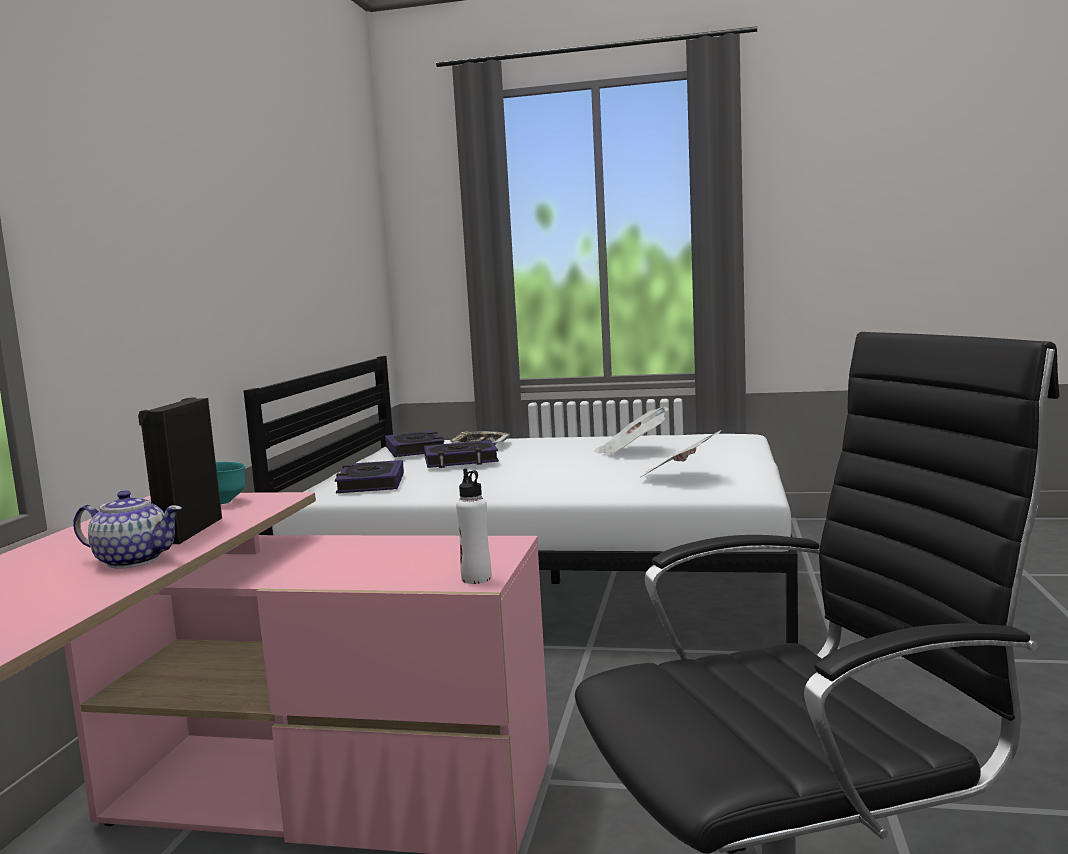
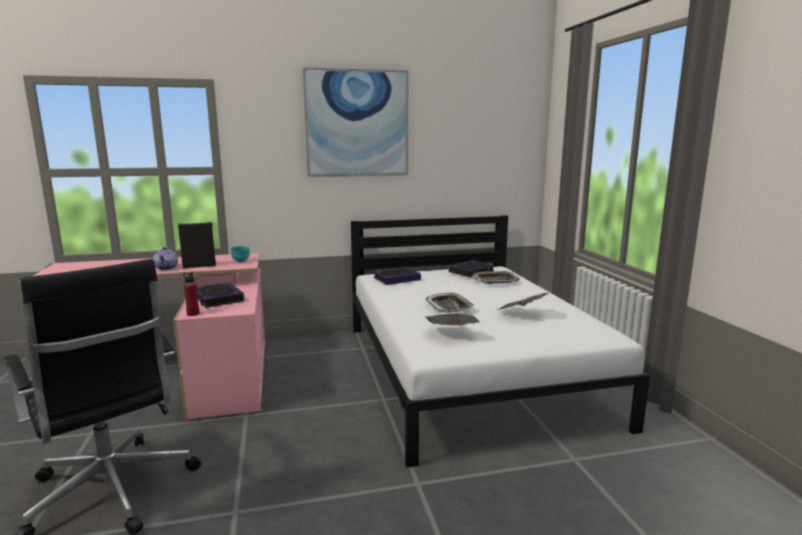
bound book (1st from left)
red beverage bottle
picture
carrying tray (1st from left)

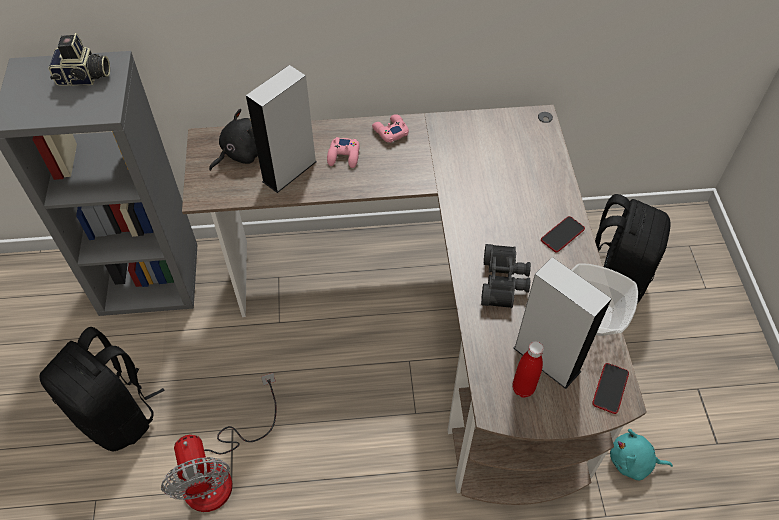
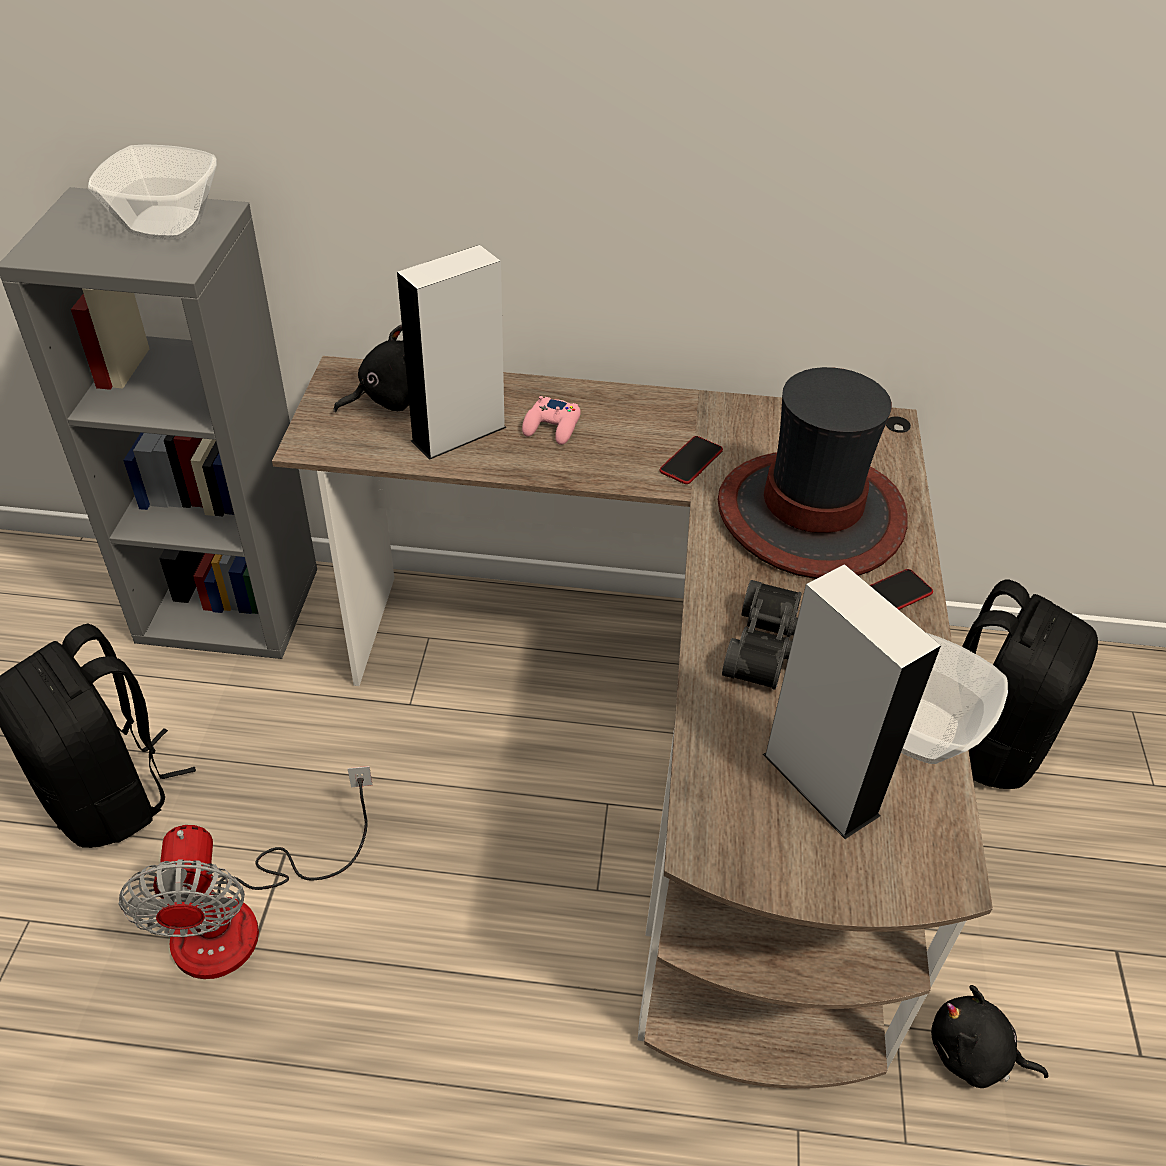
deep dish (1st from left)
pink-coloured gamepad (2nd from left in the first image)
red beverage bottle
phone (1st from left)
black-coloured plush toy (2nd from left)
hat

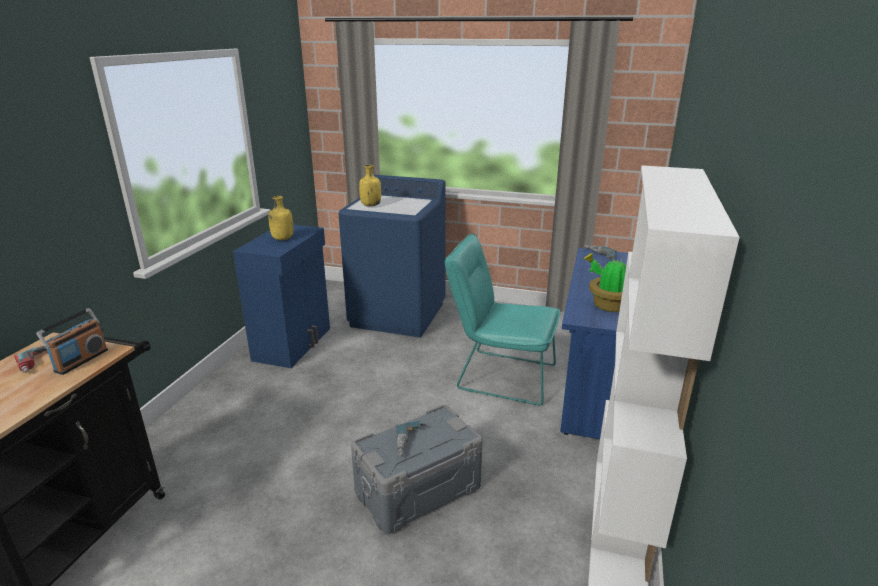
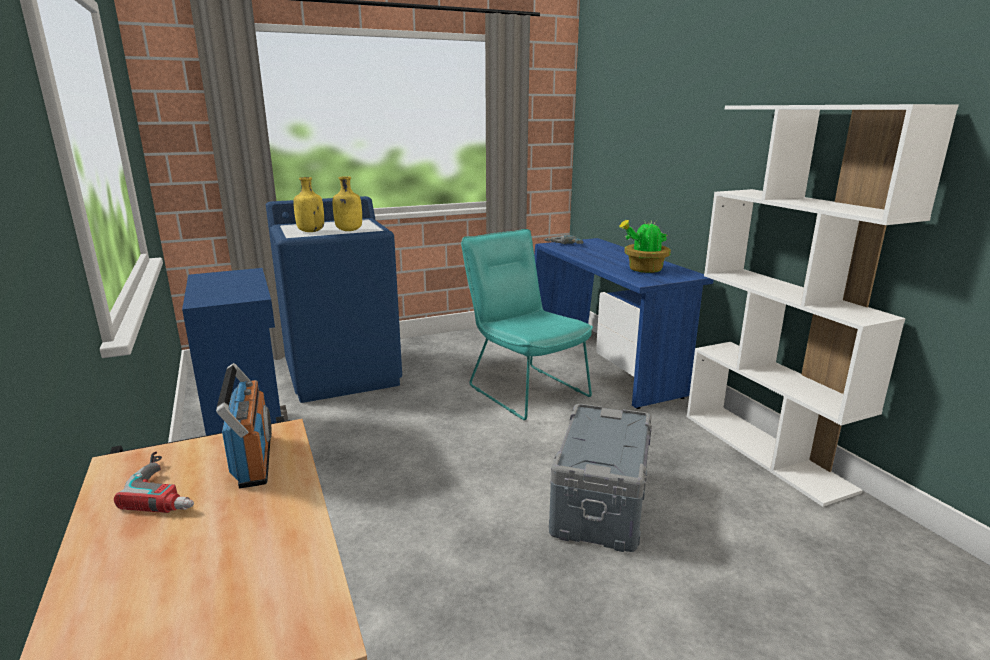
yellow-coloured beverage bottle (2nd from left)
blue-green plain chair
power drill (2nd from left in the first image)

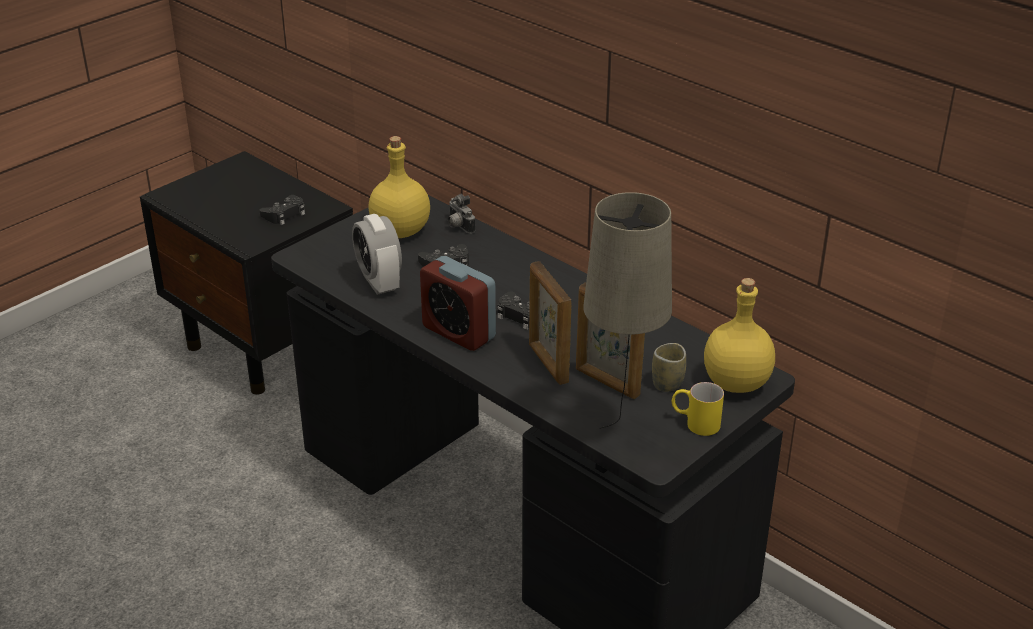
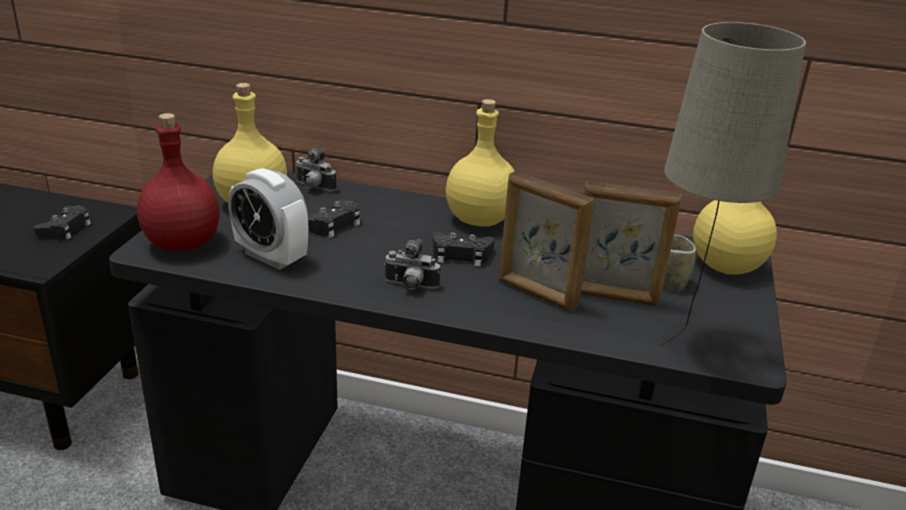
photo camera (2nd from left)
yellow-coloured mug
yellow-coloured beverage bottle (2nd from left)
red beverage bottle

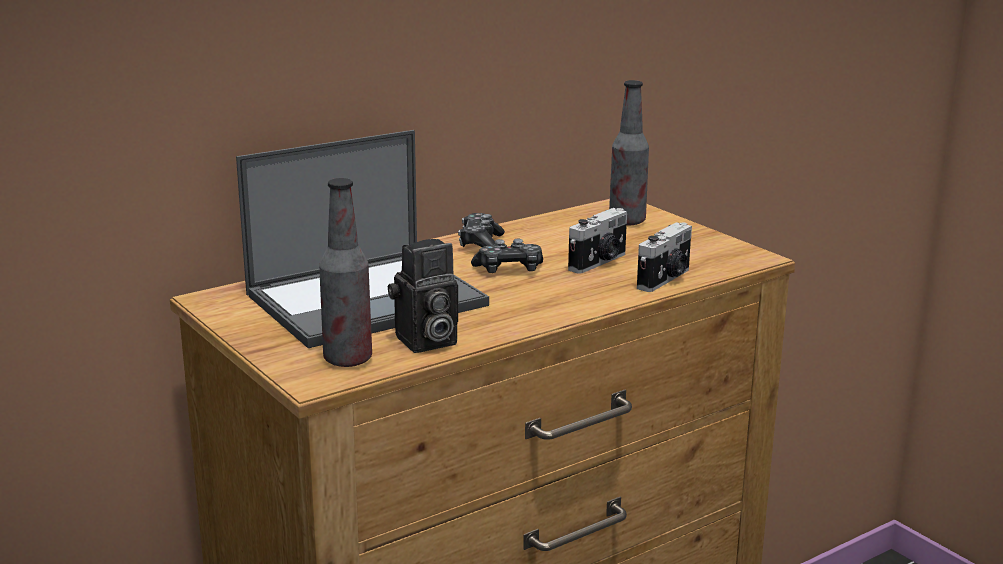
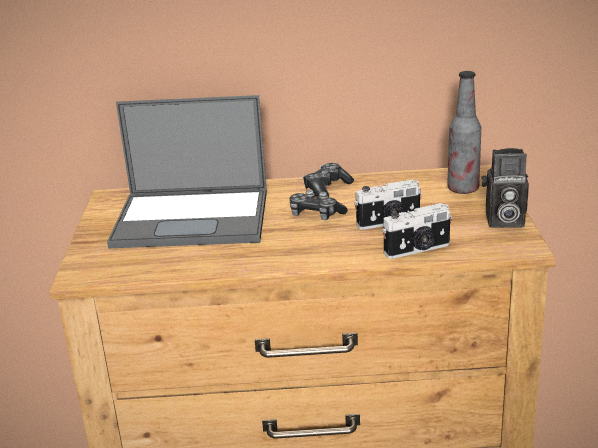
beverage bottle (1st from left in the first image)
photo camera (3rd from left)

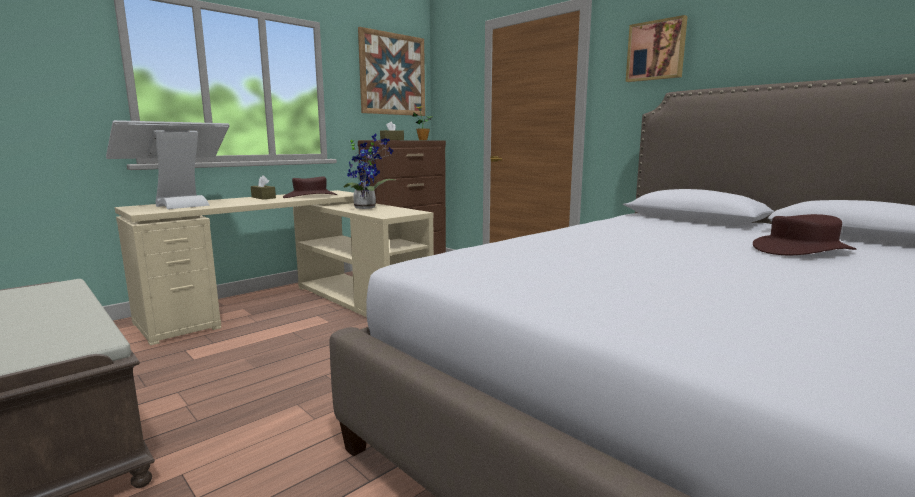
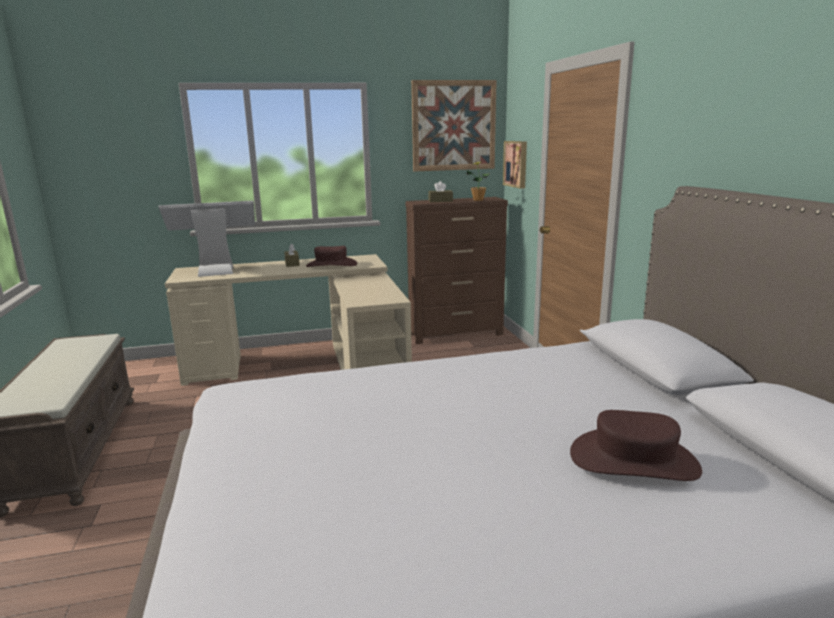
picture (2nd from left)
potted plant (1st from left in the first image)

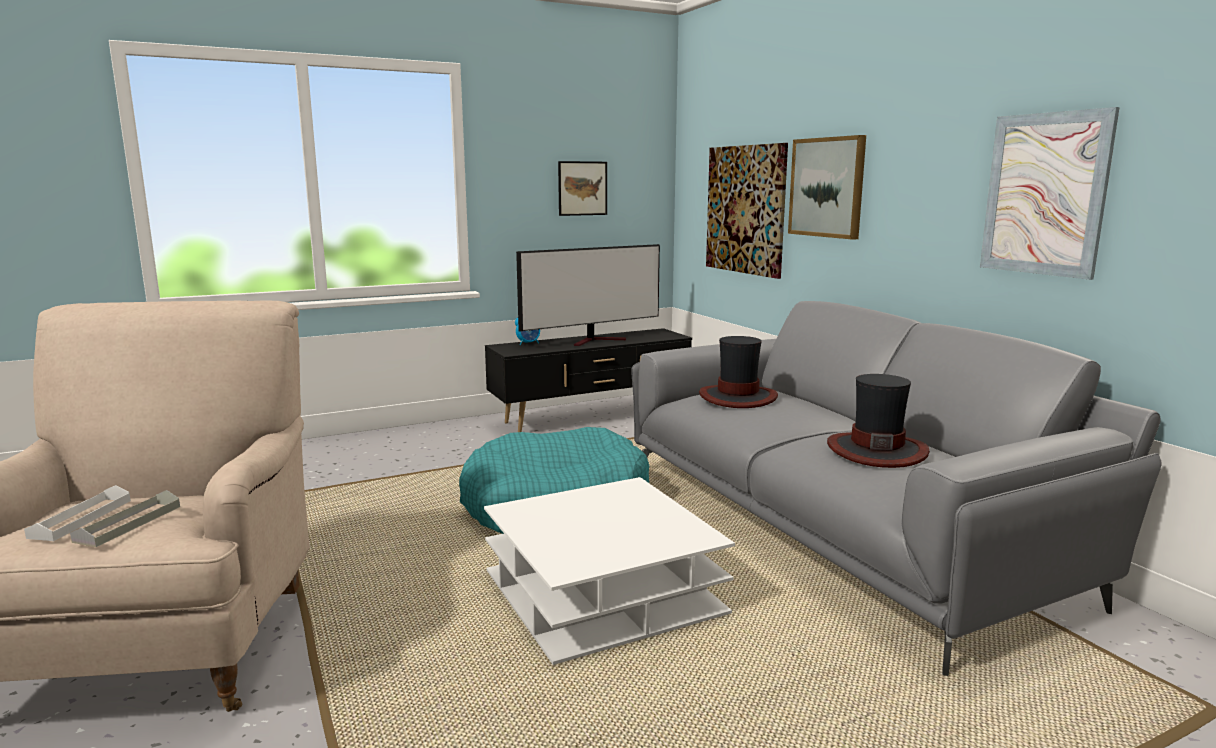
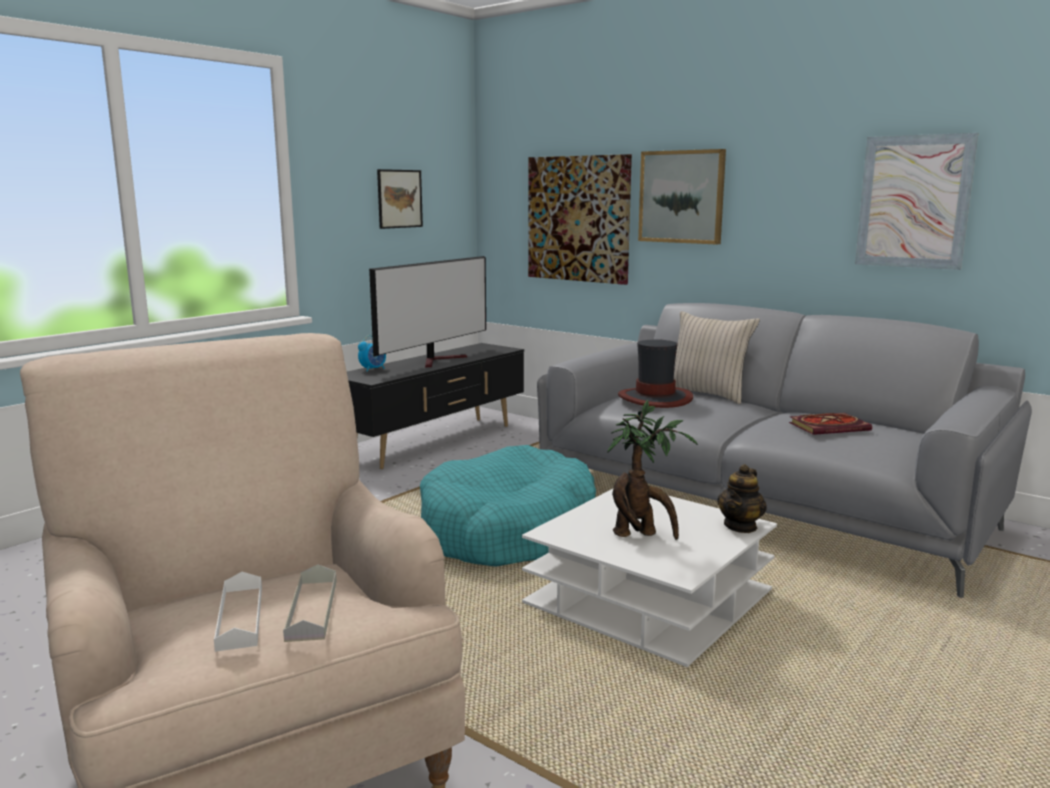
bound book
sand-coloured cushion
potted plant
tea pot

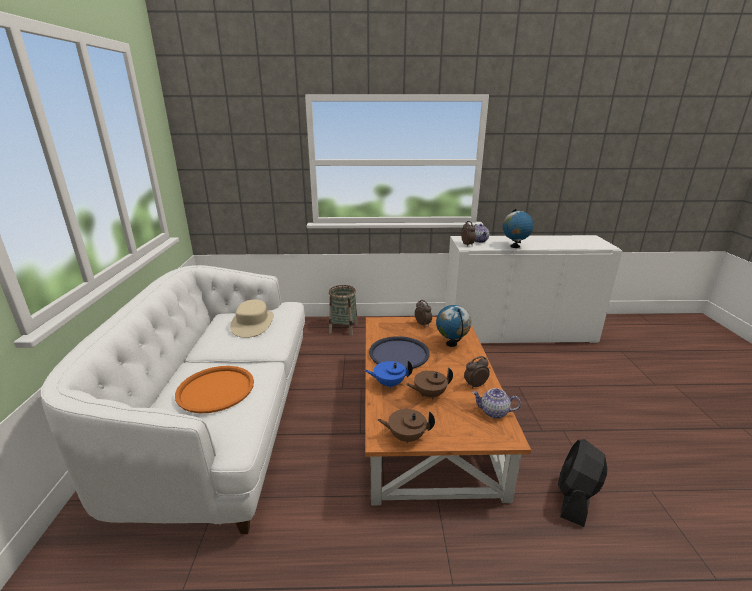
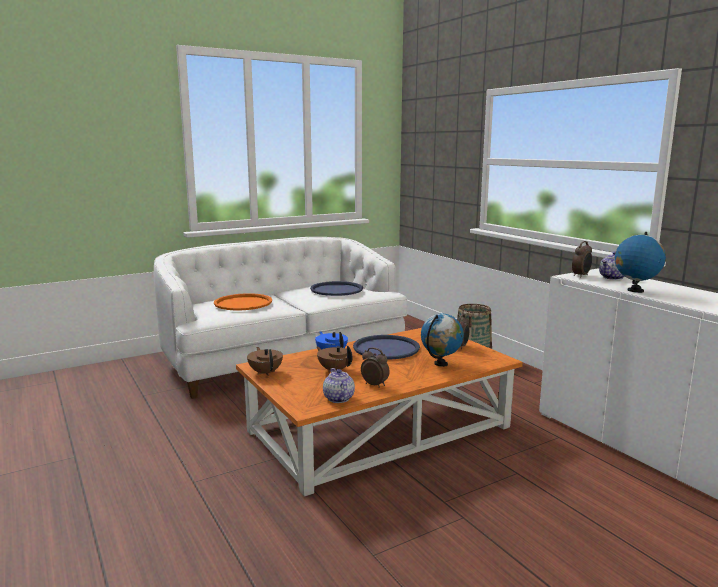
blue carrying tray (1st from left)
black-coloured electric fan

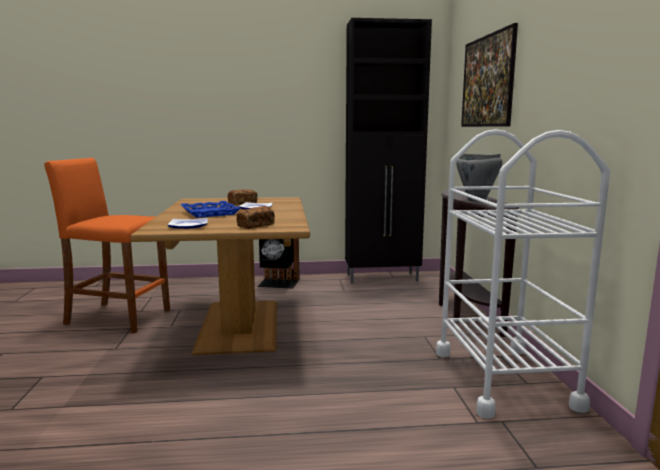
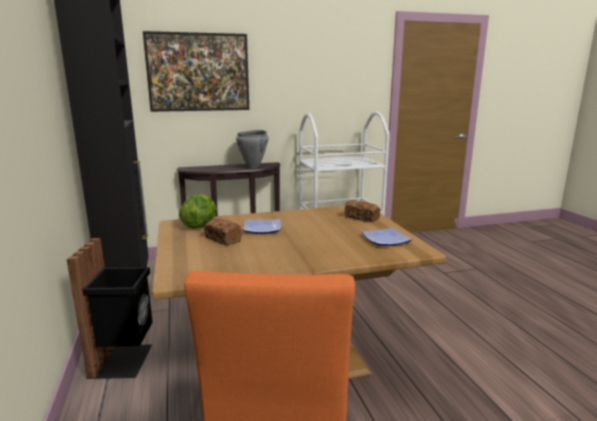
blue carrying tray
head of lettuce

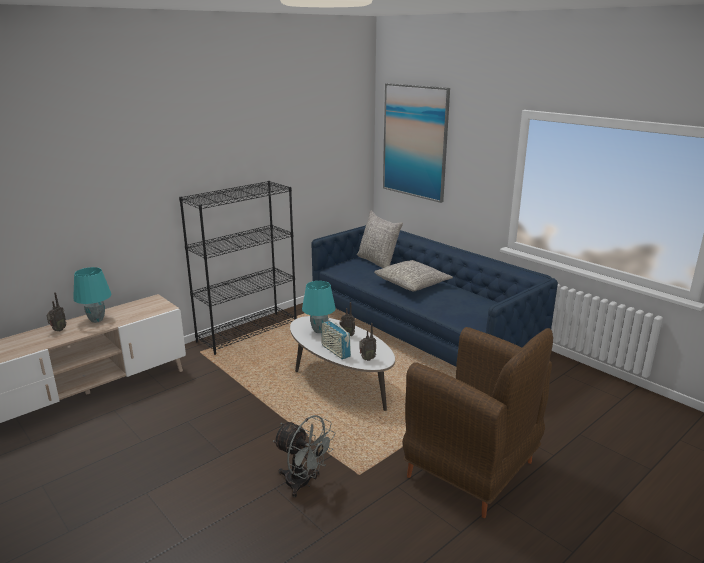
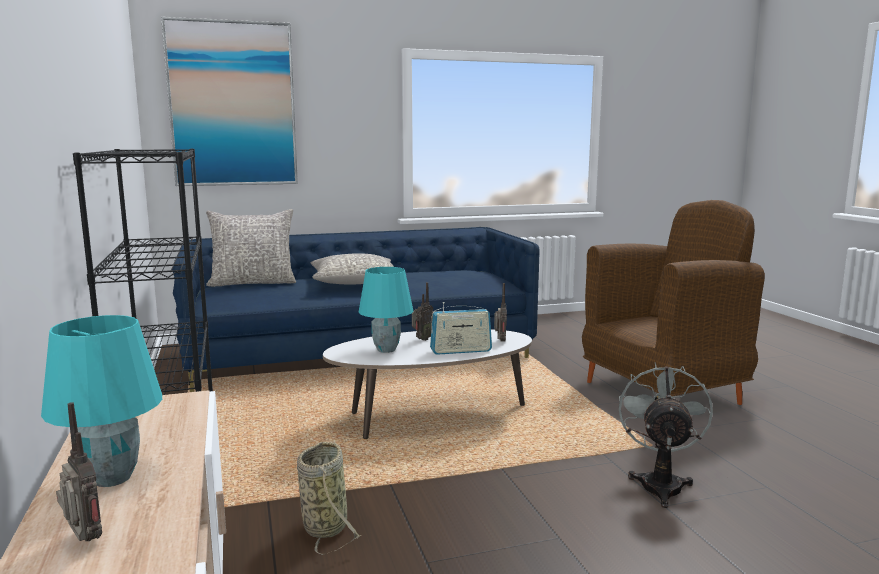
grey electric fan
household basket

